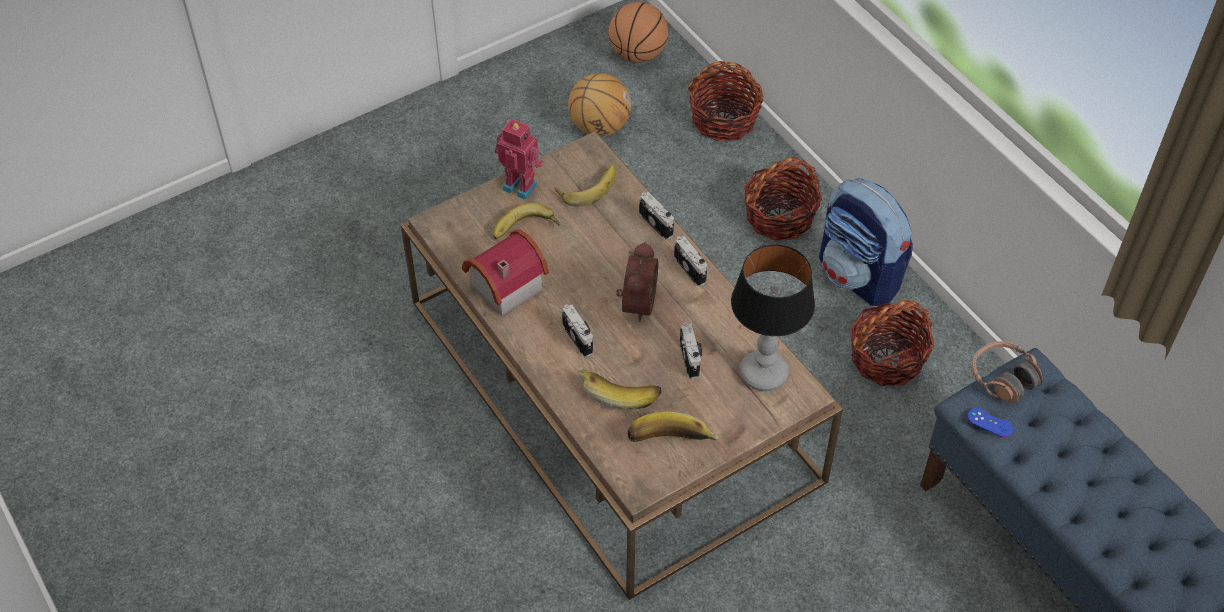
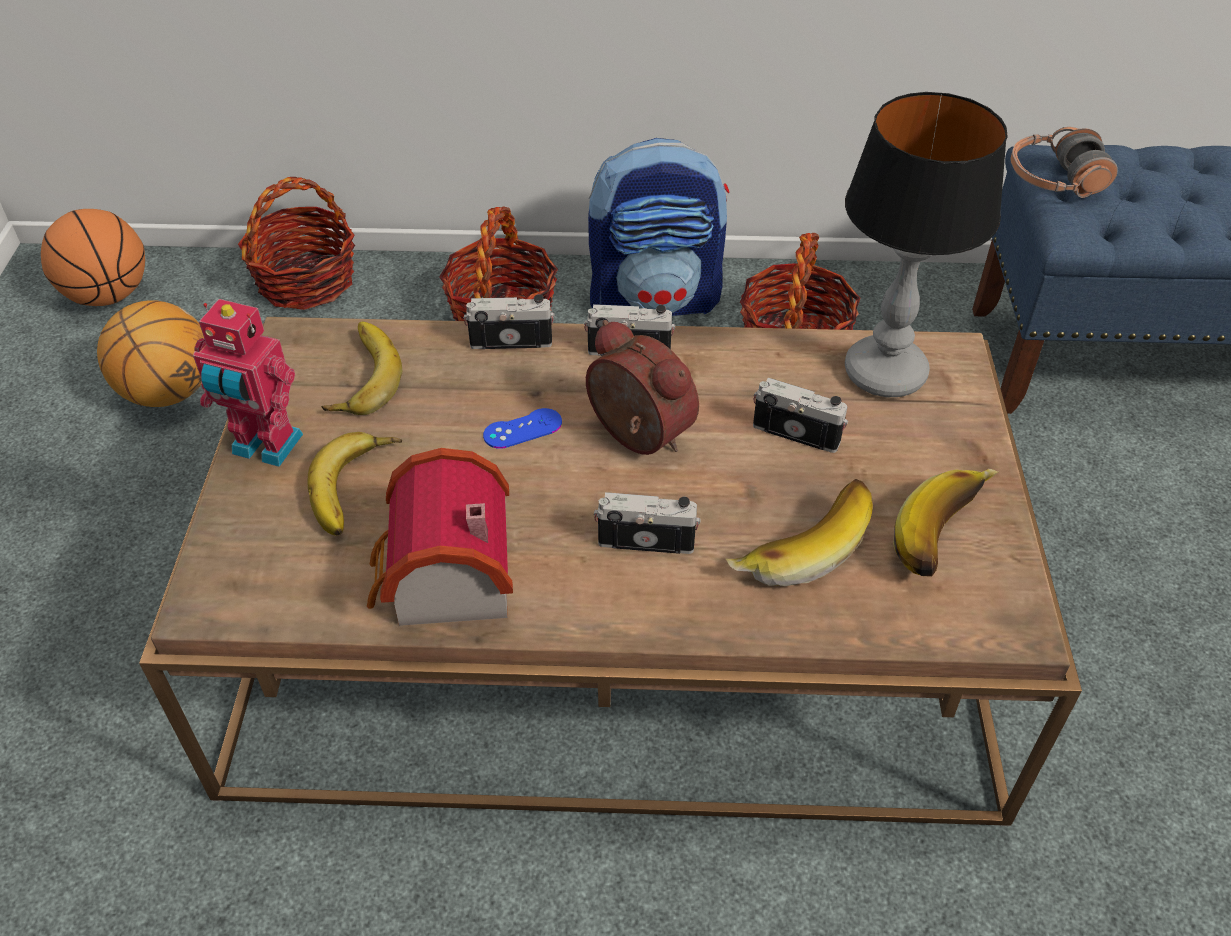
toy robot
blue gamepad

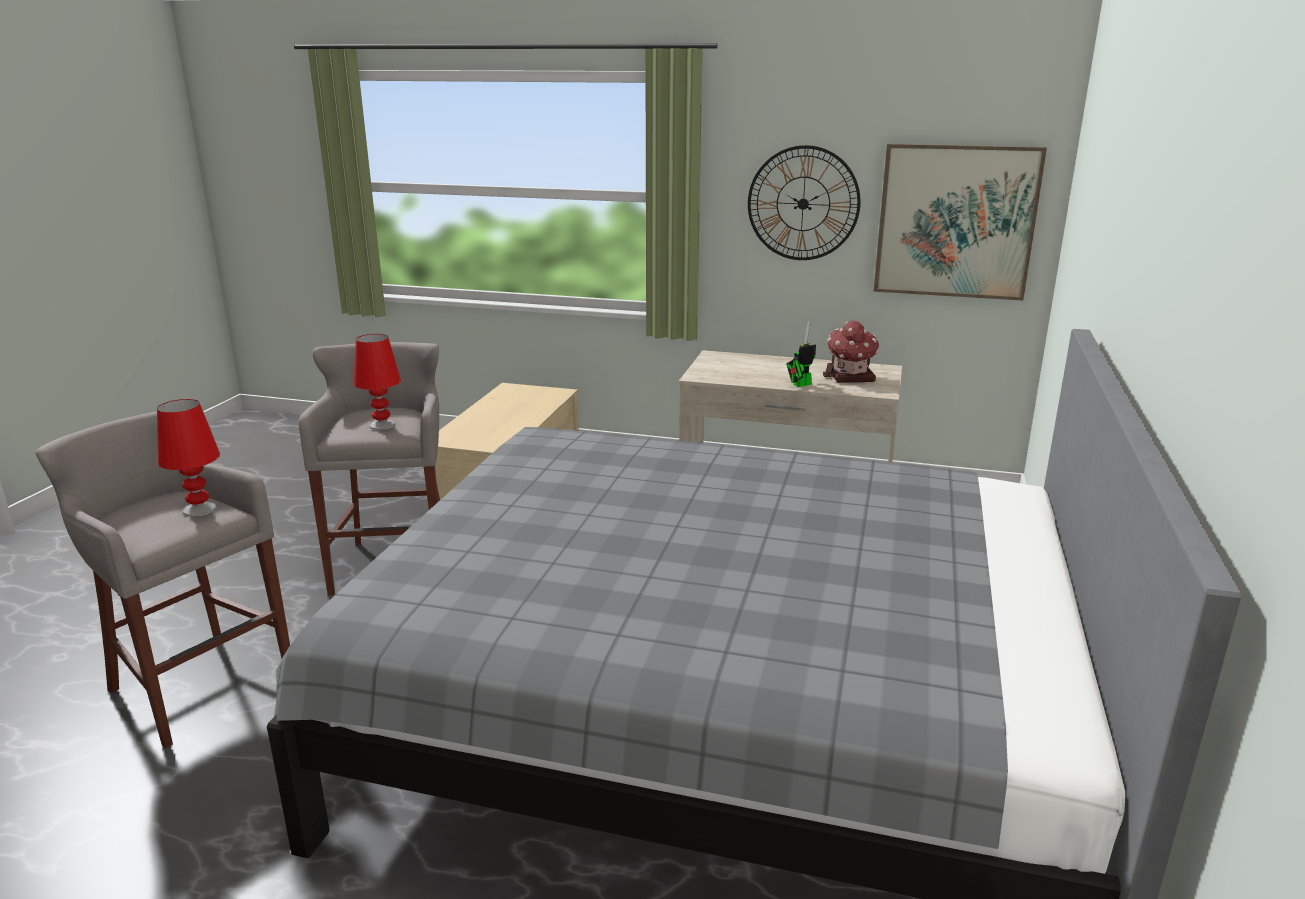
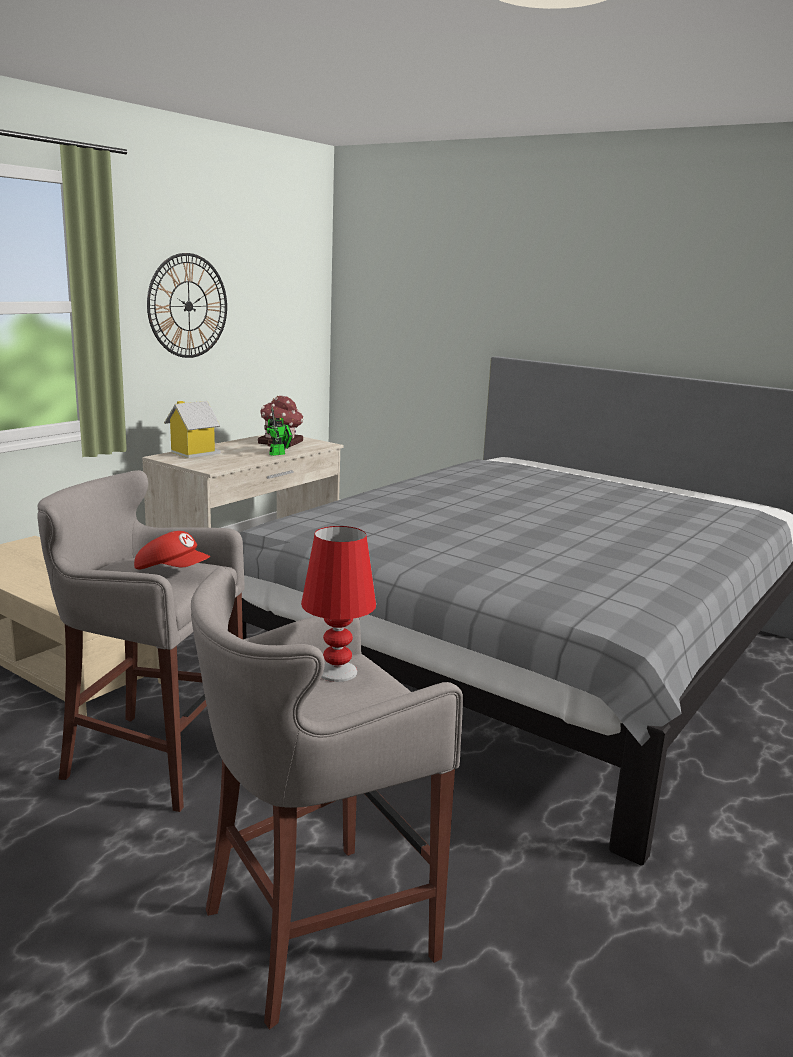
picture
toy robot
red baseball cap
model house (1st from left)

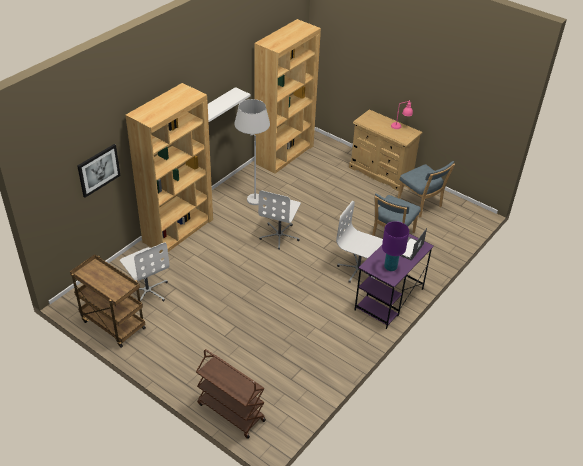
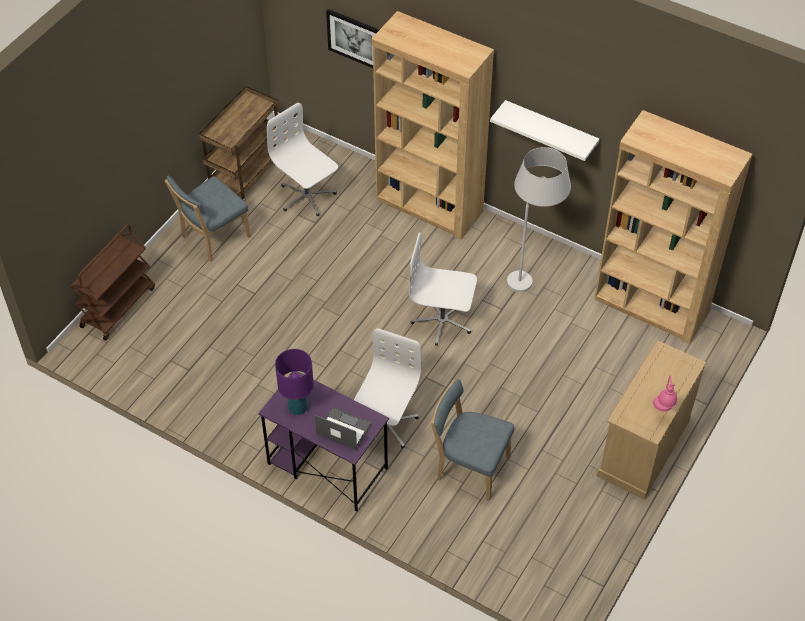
blue plain chair (1st from left)
white-coloured office chair (1st from left)

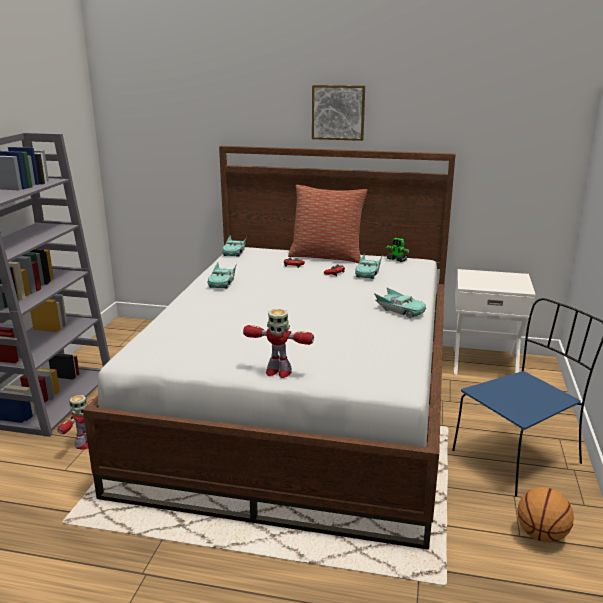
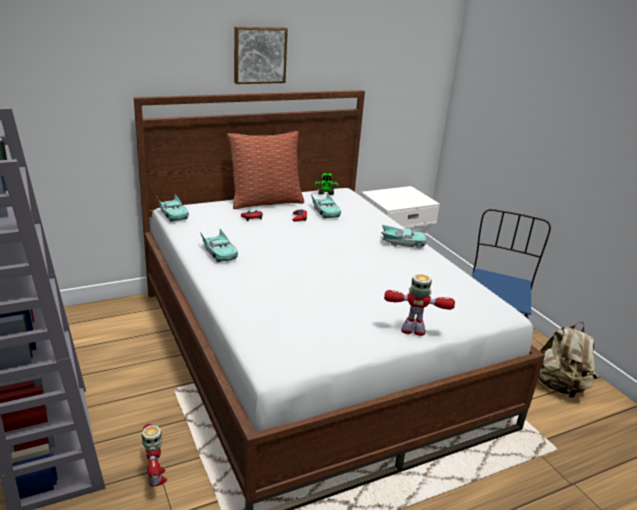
toy robot (3rd from left)
sand-coloured backpack

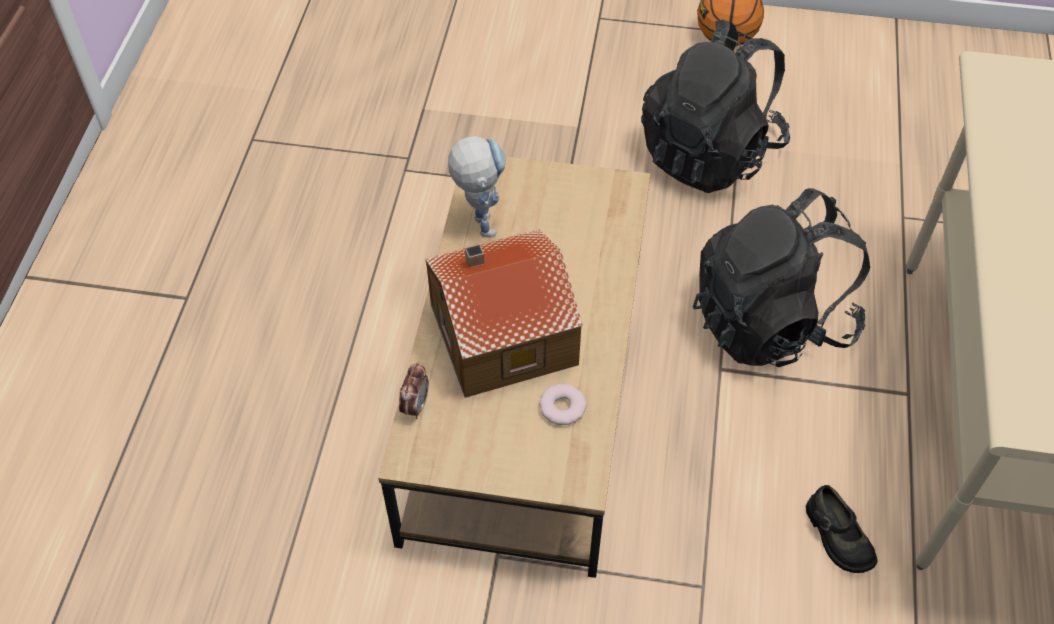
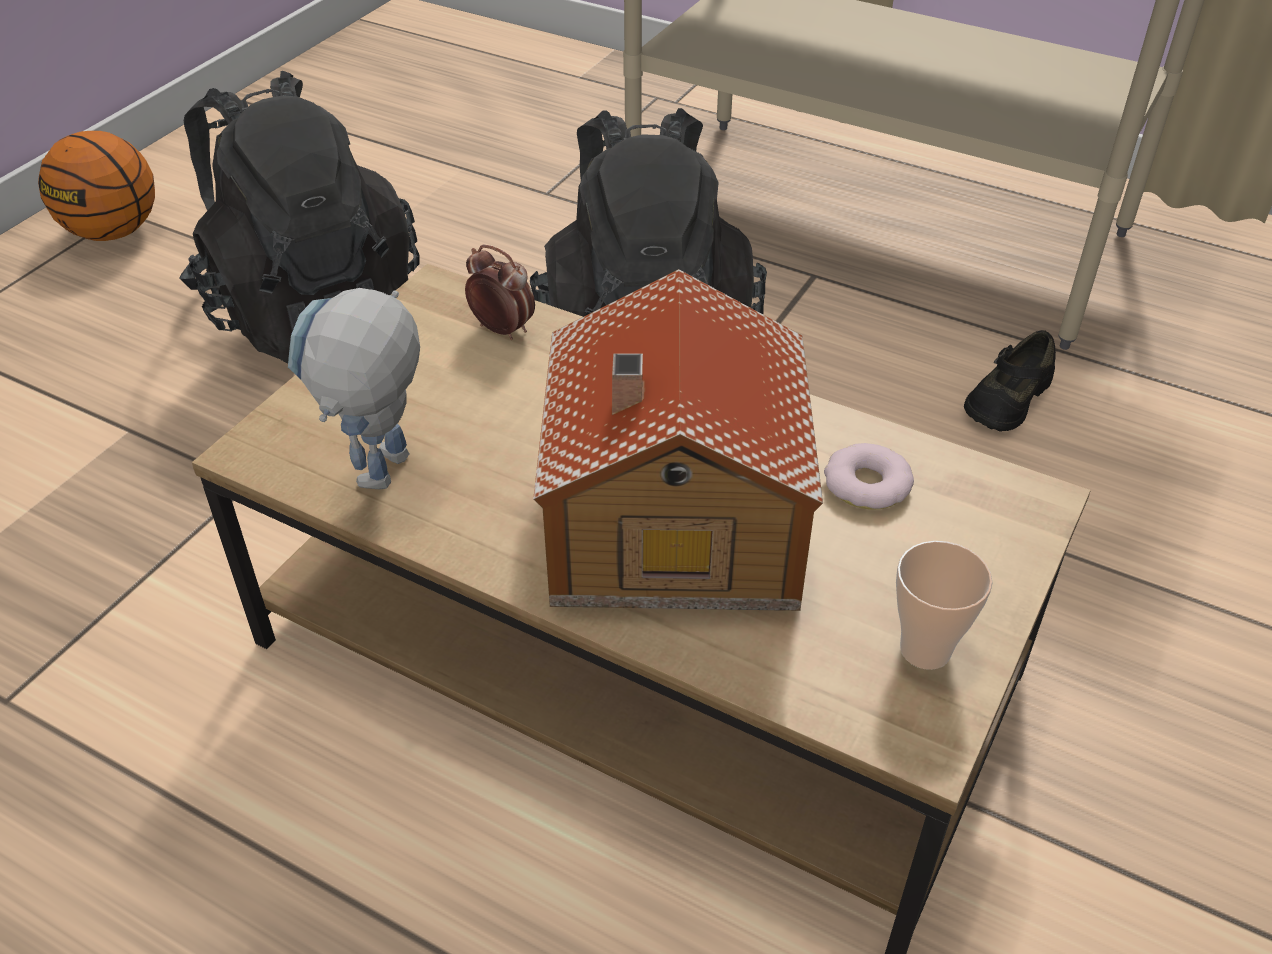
toy robot
alarm clock
black-coloured low shoe
cup

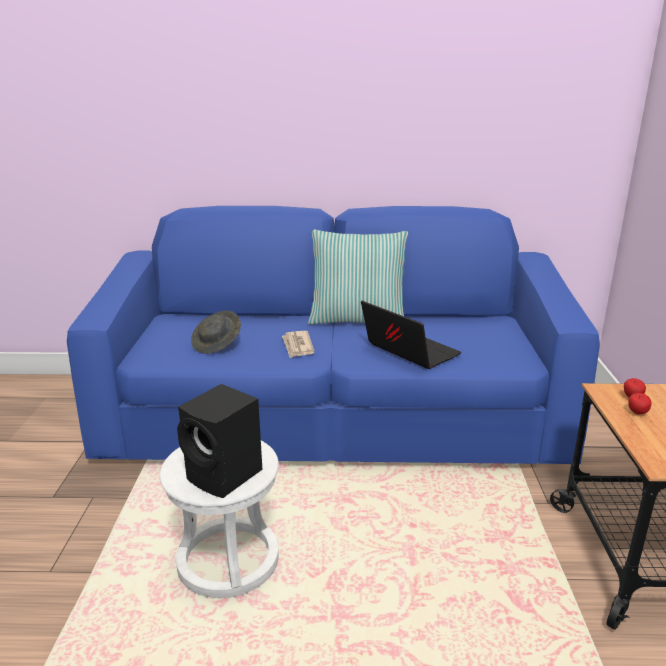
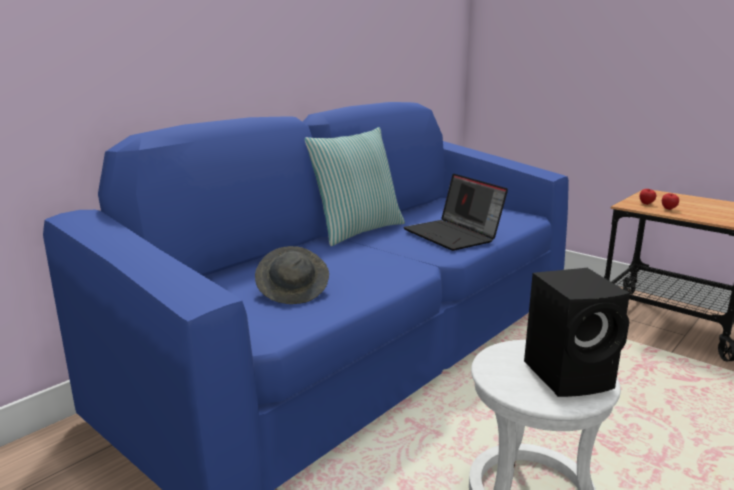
notebook computer
printed paper

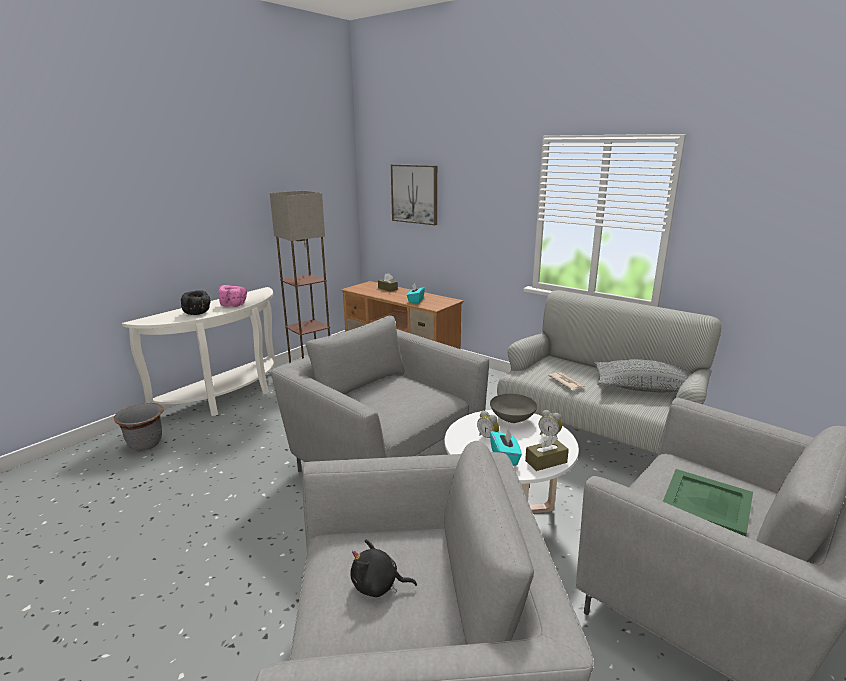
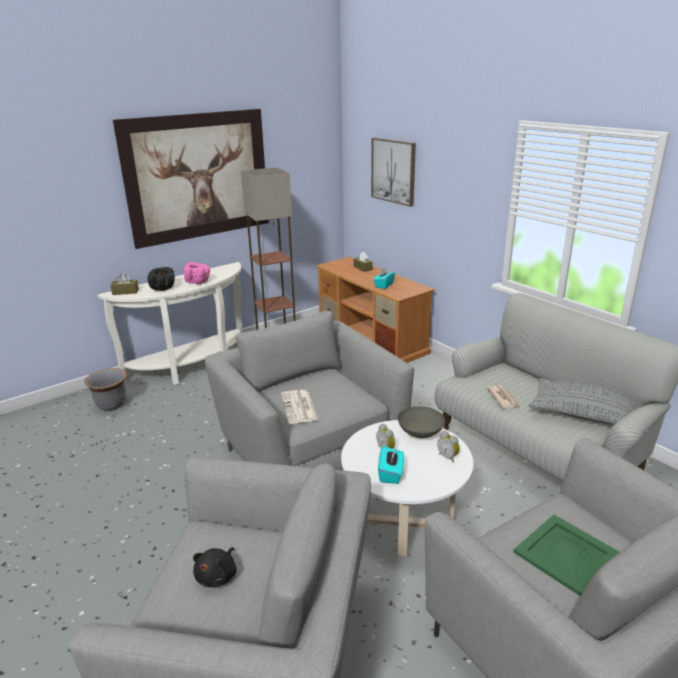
brown-coloured tissue holder (1st from left)
black-coloured plush toy
picture (1st from left)
printed paper (1st from left)

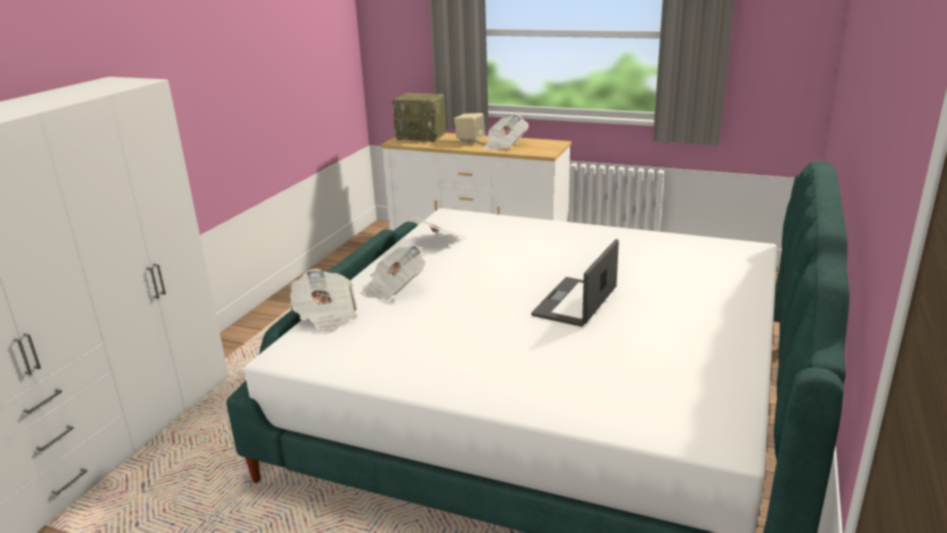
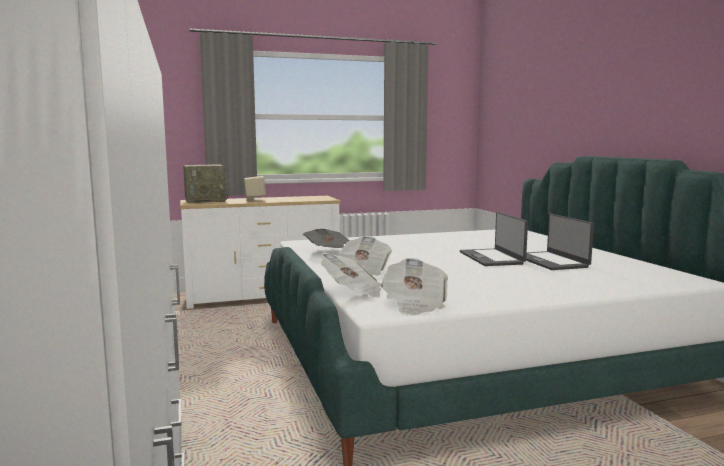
printed paper (4th from left)
notebook computer (2nd from left)

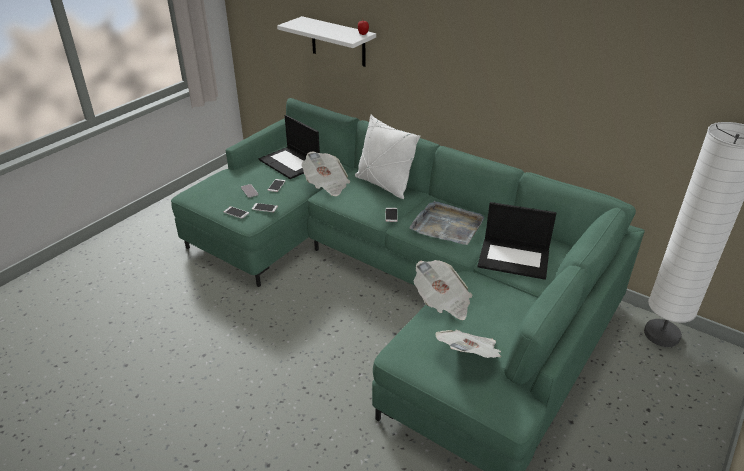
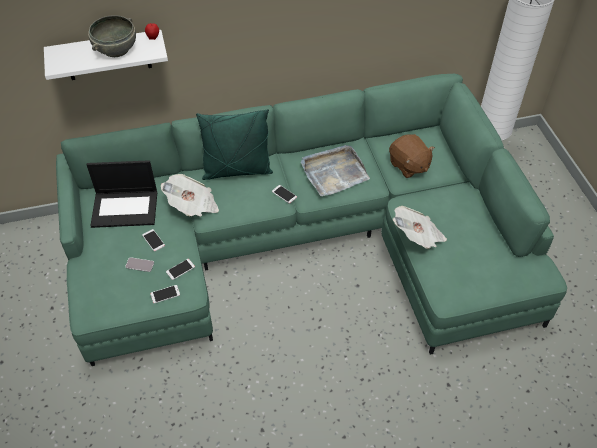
green-coloured cushion
brown-coloured plush toy
printed paper (3rd from left in the first image)
grey deep dish

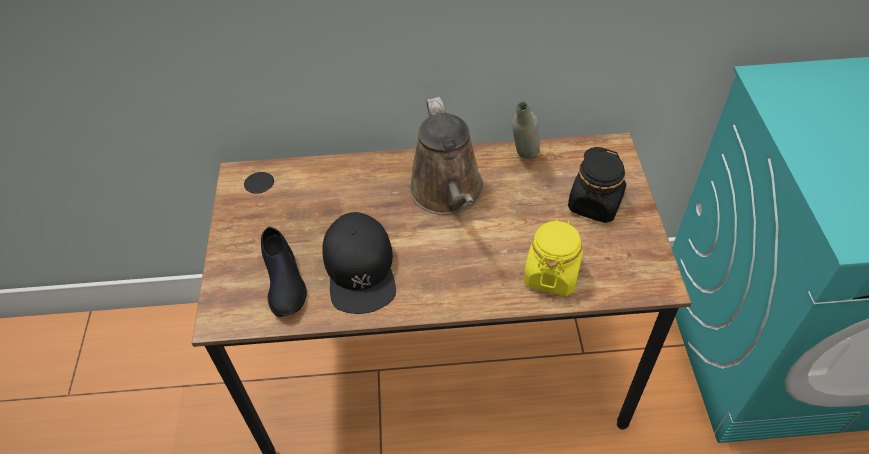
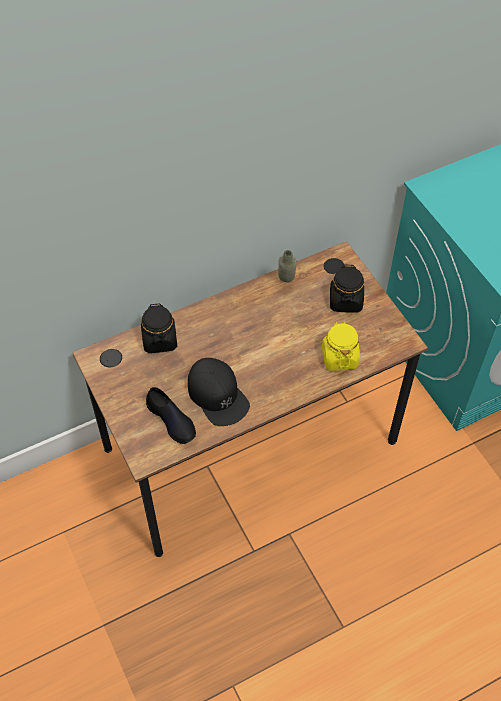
brown-coloured watering pot
black-coloured storage jar (1st from left)

